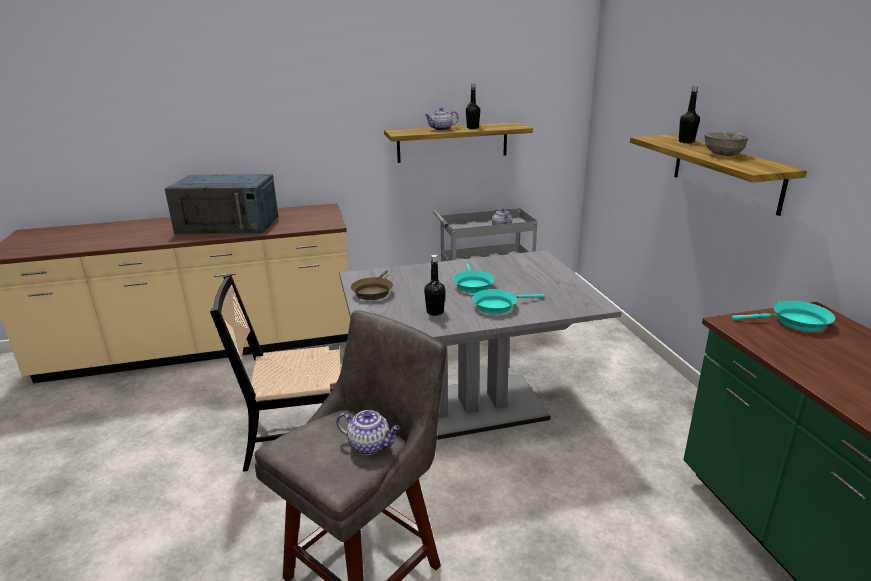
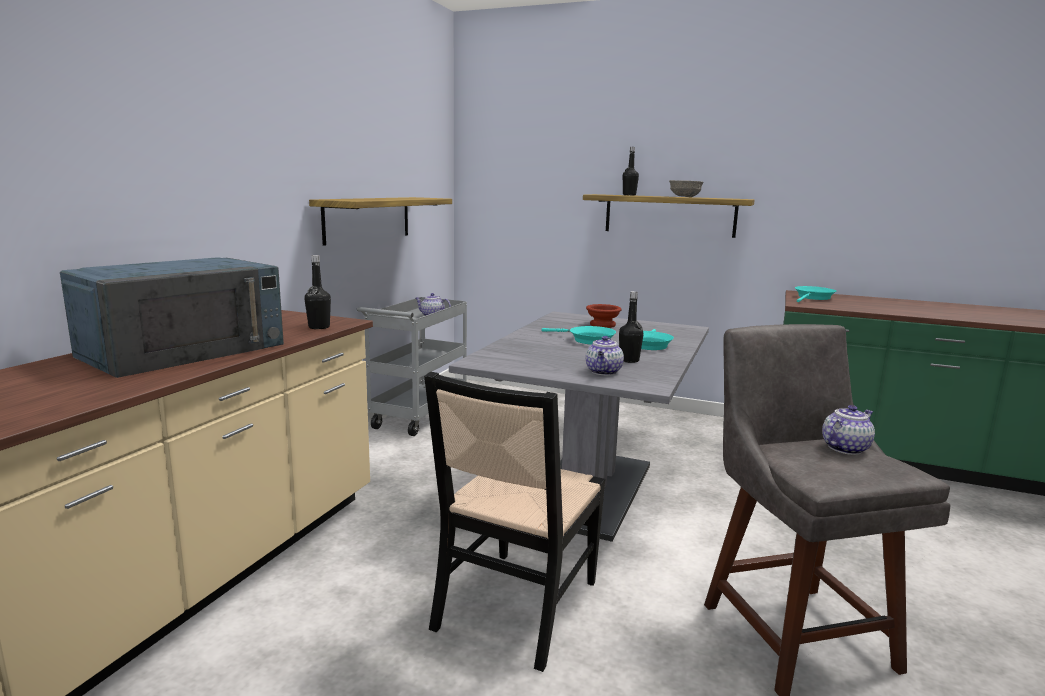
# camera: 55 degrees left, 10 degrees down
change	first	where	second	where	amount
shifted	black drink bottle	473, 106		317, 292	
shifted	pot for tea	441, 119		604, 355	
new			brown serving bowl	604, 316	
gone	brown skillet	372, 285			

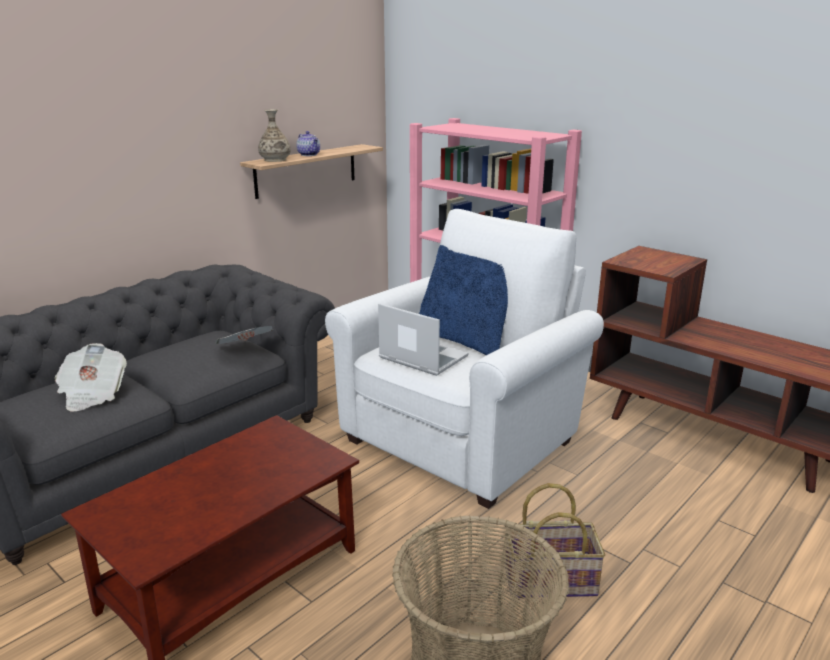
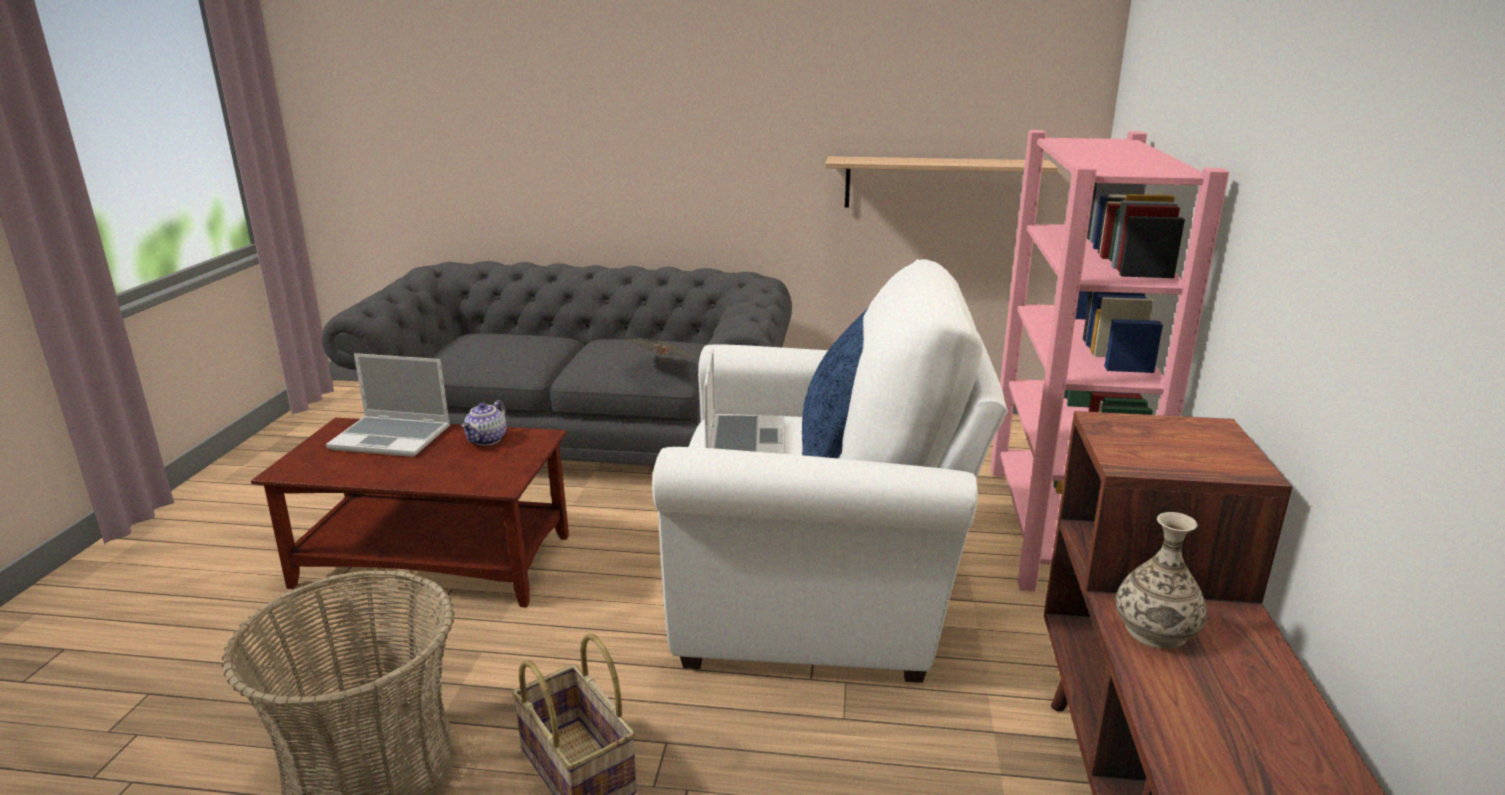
# camera: 55 degrees right, 0 degrees up
change	first	where	second	where	amount
new			laptop	388, 405	
shifted	pot for tea	308, 143		484, 423	
shifted	decorative vase	274, 135		1161, 580	
gone	daily paper	90, 377			

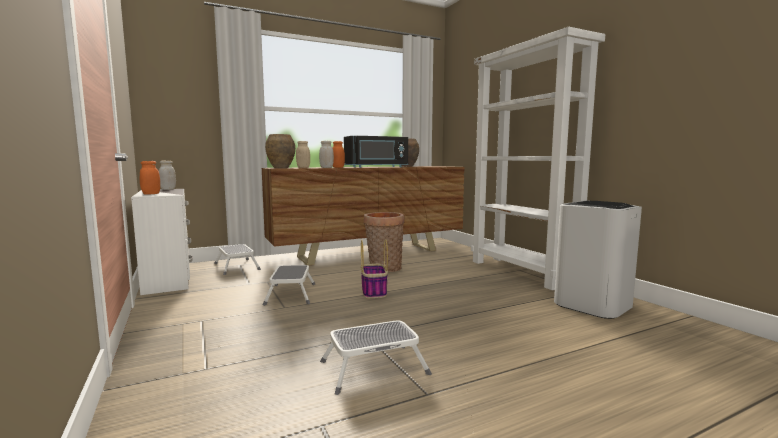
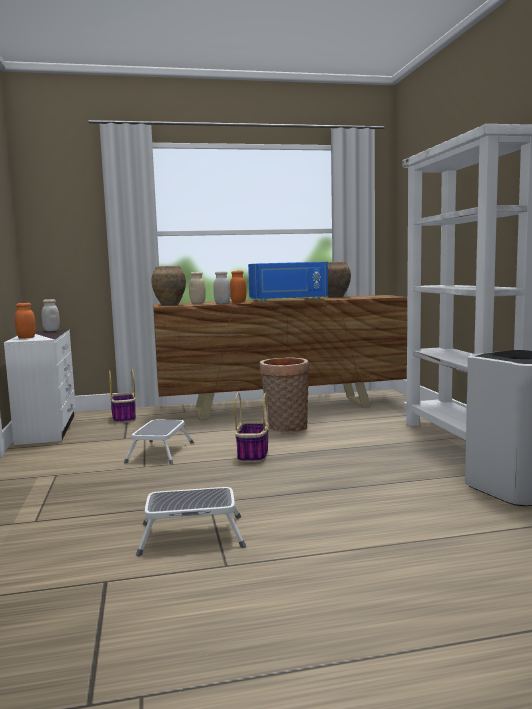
# camera: 15 degrees right, 0 degrees up
change	first	where	second	where	amount
swapped	grey step stool	237, 259	storage basket	122, 396	
repainted	black microwave	376, 152	blue-coloured microwave	288, 282	

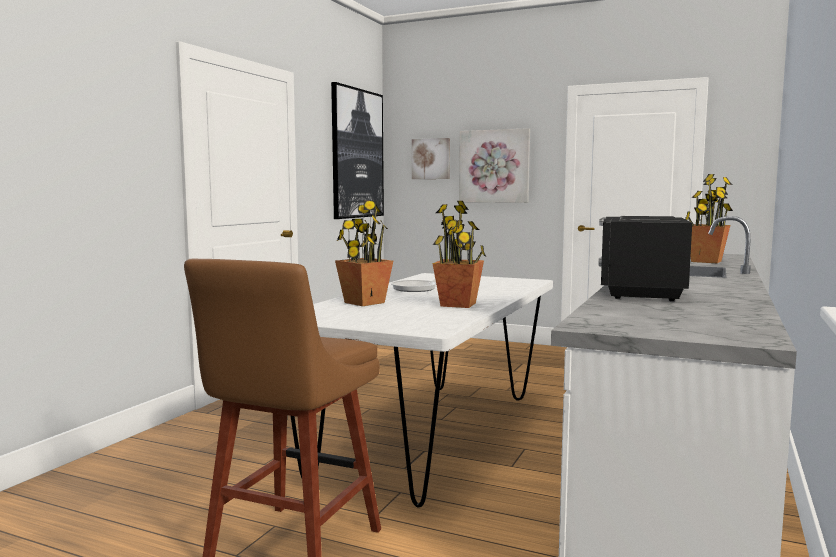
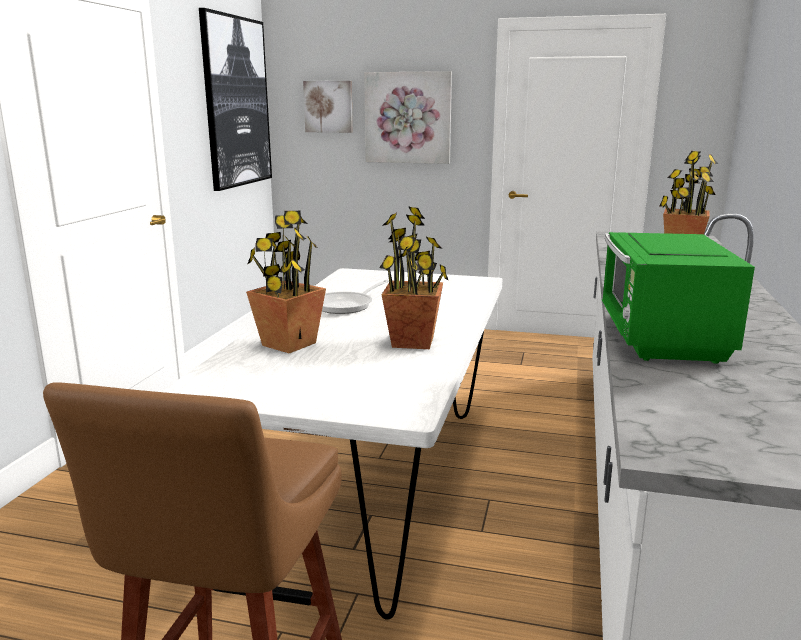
# camera: 10 degrees left, 10 degrees up
change	first	where	second	where	amount
repainted	black microwave	645, 258	greenish microwave	678, 298	

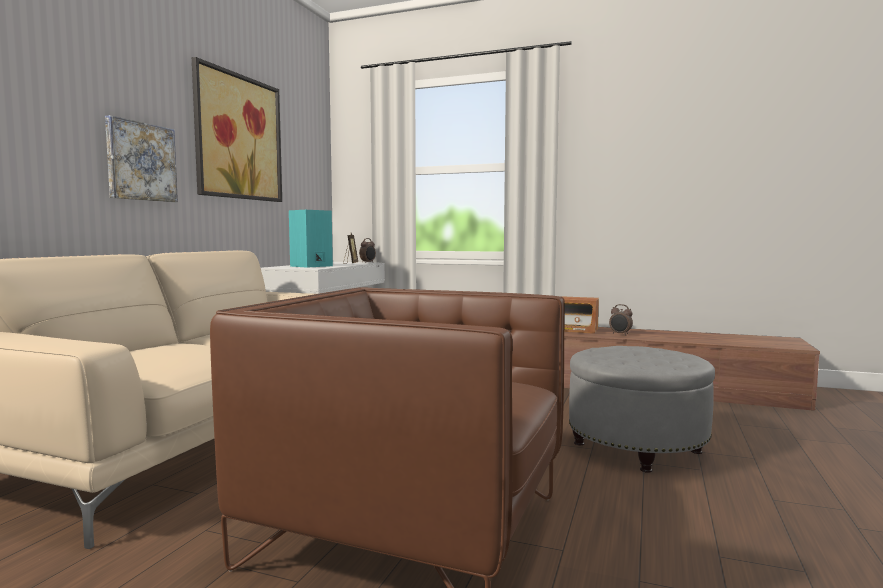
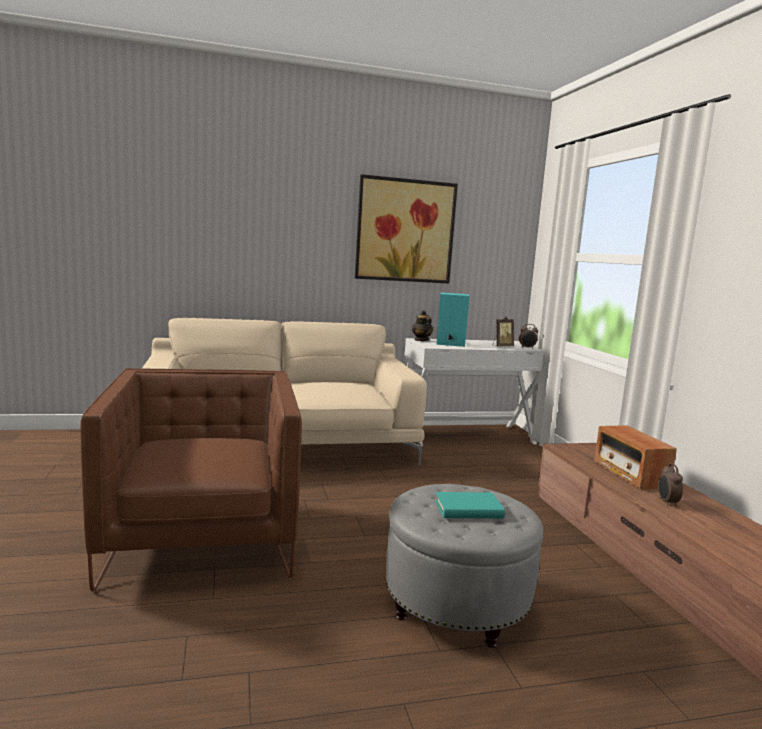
# camera: 55 degrees right, 5 degrees up
change	first	where	second	where	amount
new			pot for tea	422, 325	
new			turquoise-coloured volume	470, 505	
gone	wall picture	141, 158			

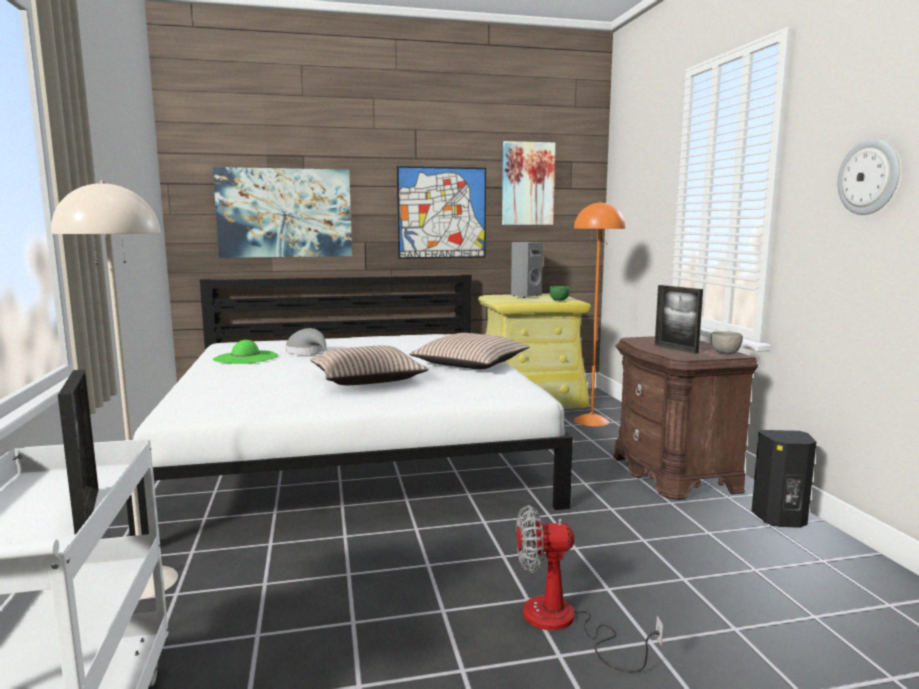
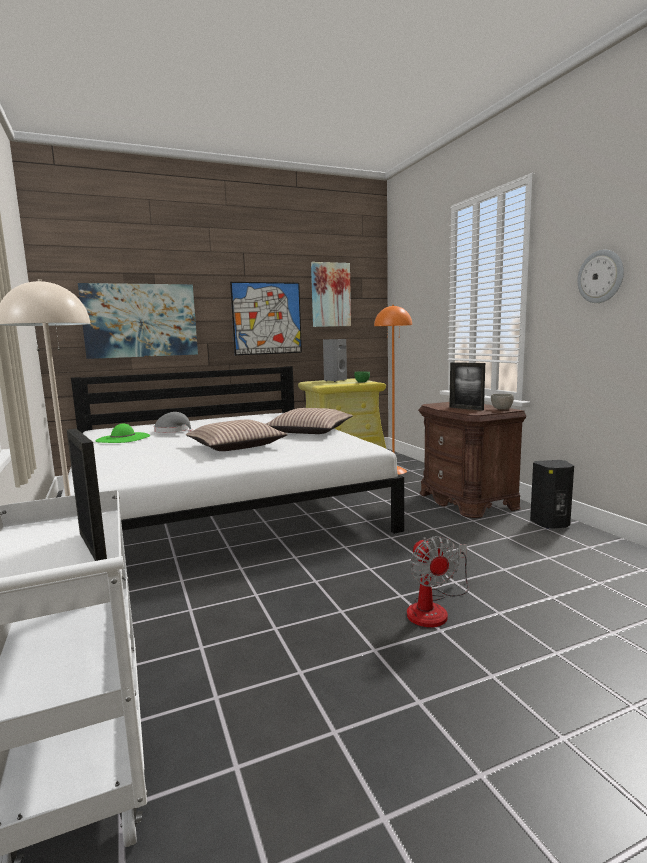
# camera: 10 degrees left, 0 degrees up
change	first	where	second	where	amount
rotated	fan	589, 589		438, 581	90 degrees counterclockwise

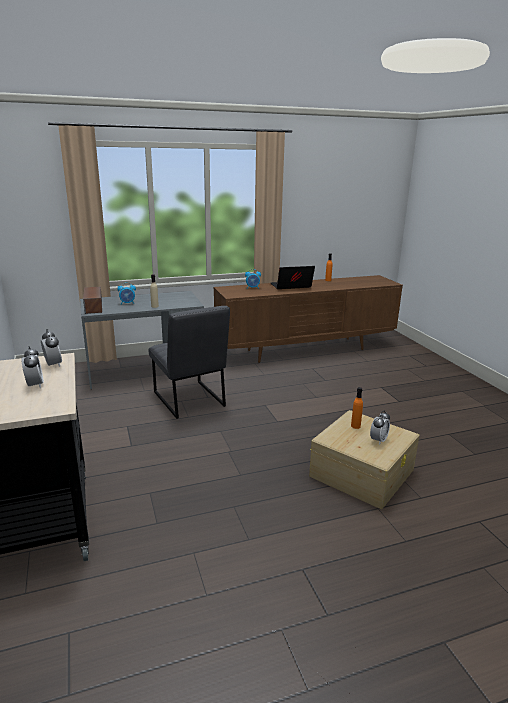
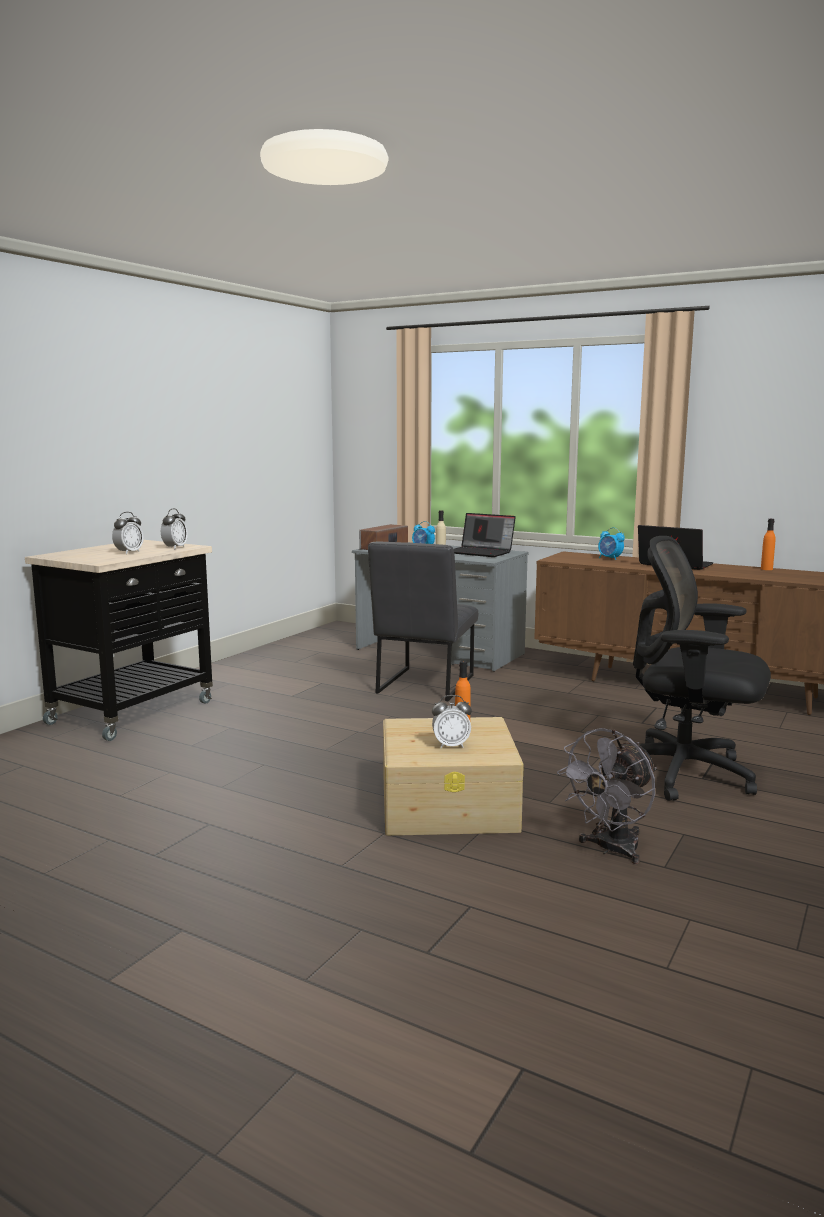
# camera: 50 degrees right, 10 degrees down
change	first	where	second	where	amount
new			laptop	485, 535	
new			grey fan	607, 796	
new			black computer chair	702, 668	

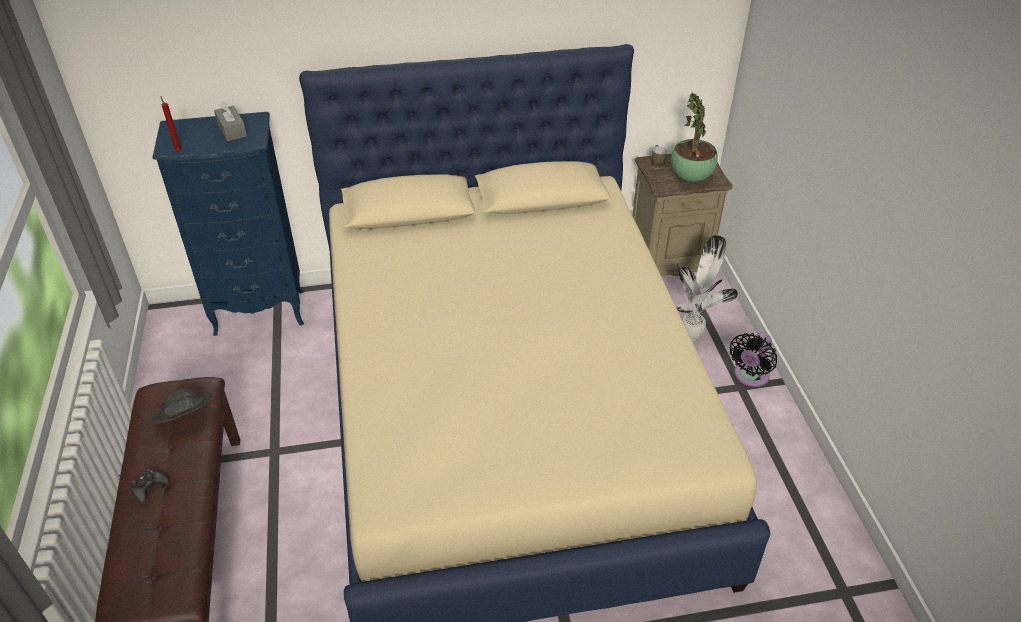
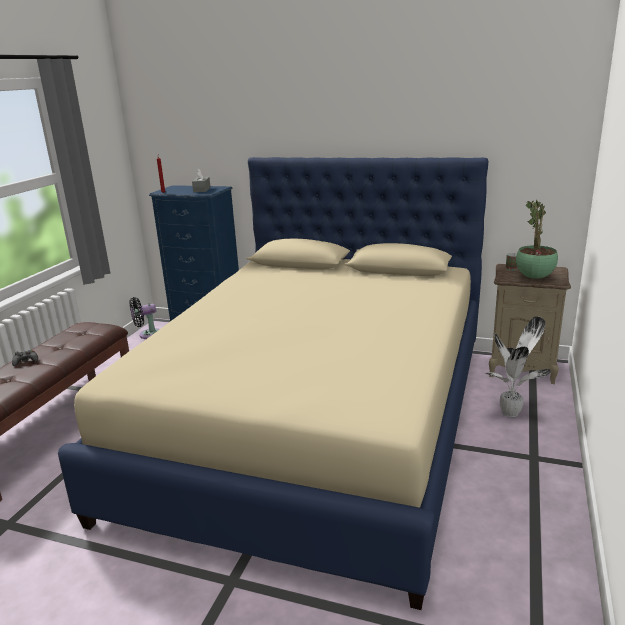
# camera: 30 degrees right, 20 degrees down
change	first	where	second	where	amount
shifted	black fan	753, 359		144, 318	
gone	grey clothing hat	182, 405			

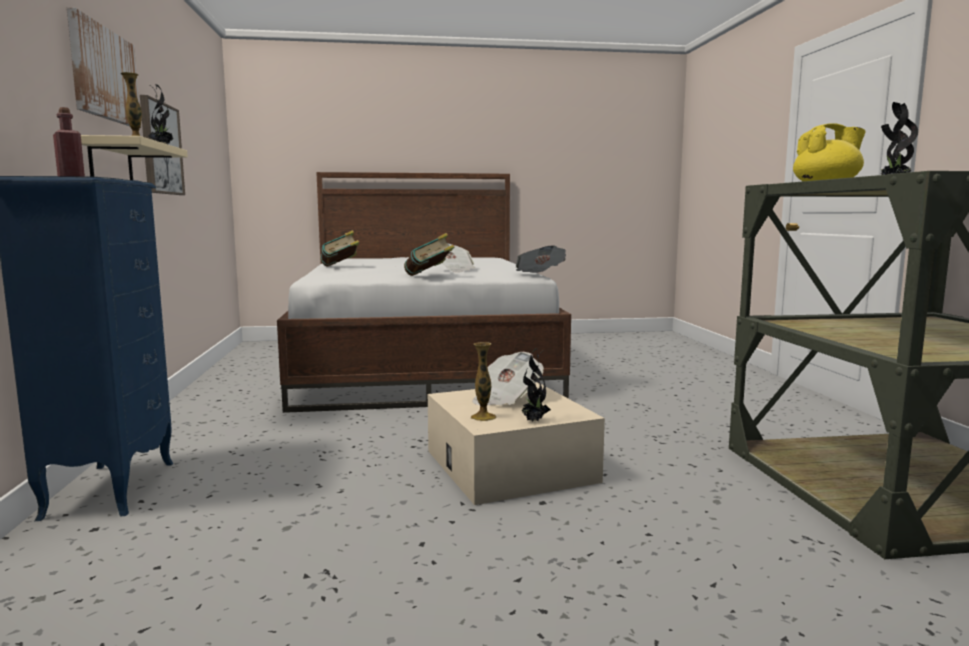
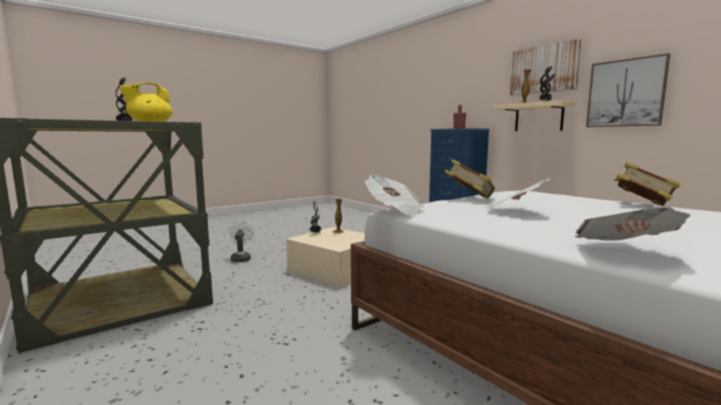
# camera: 150 degrees right, 0 degrees up
change	first	where	second	where	amount
new			white-coloured fan	240, 241	
shifted	daily paper	508, 378		632, 224	

